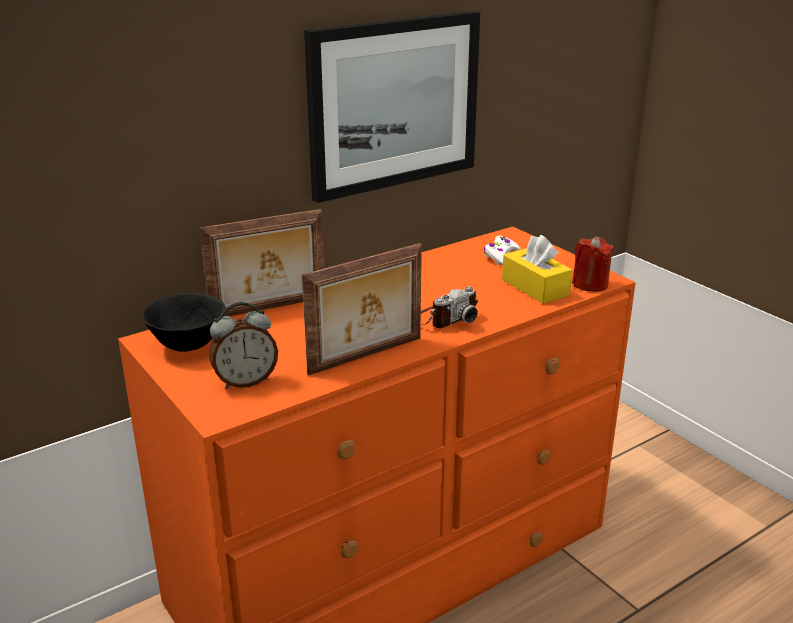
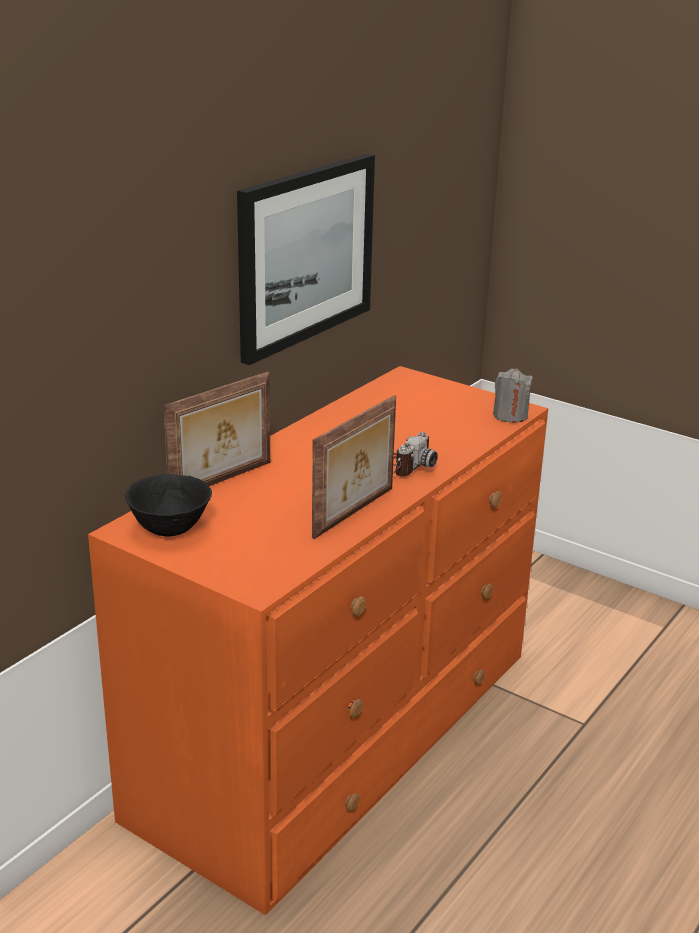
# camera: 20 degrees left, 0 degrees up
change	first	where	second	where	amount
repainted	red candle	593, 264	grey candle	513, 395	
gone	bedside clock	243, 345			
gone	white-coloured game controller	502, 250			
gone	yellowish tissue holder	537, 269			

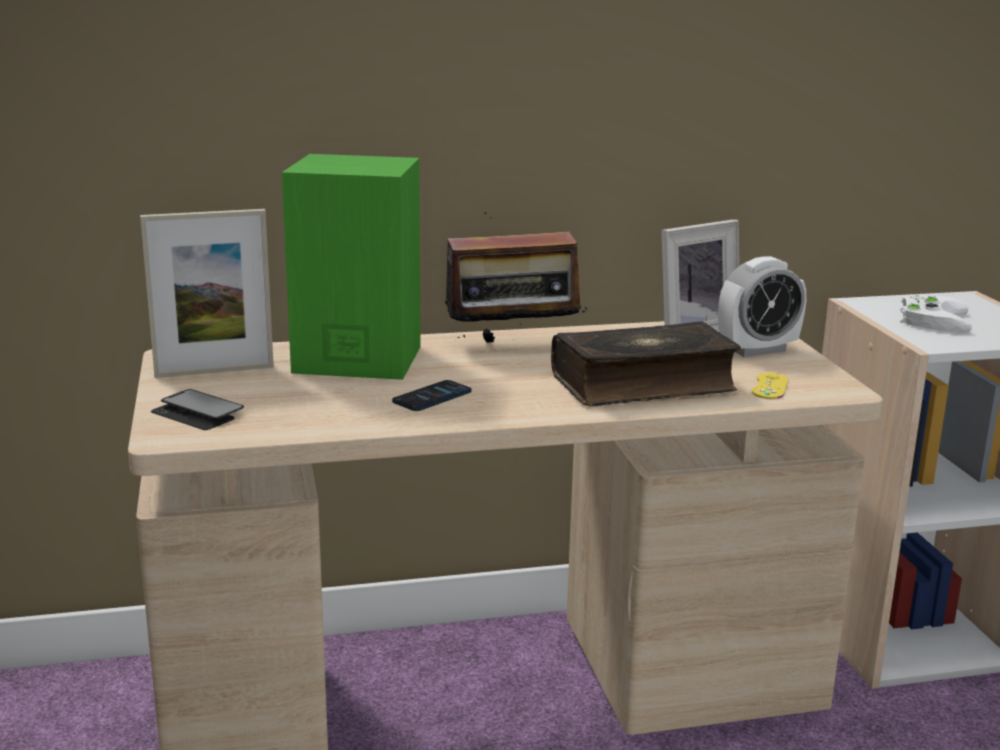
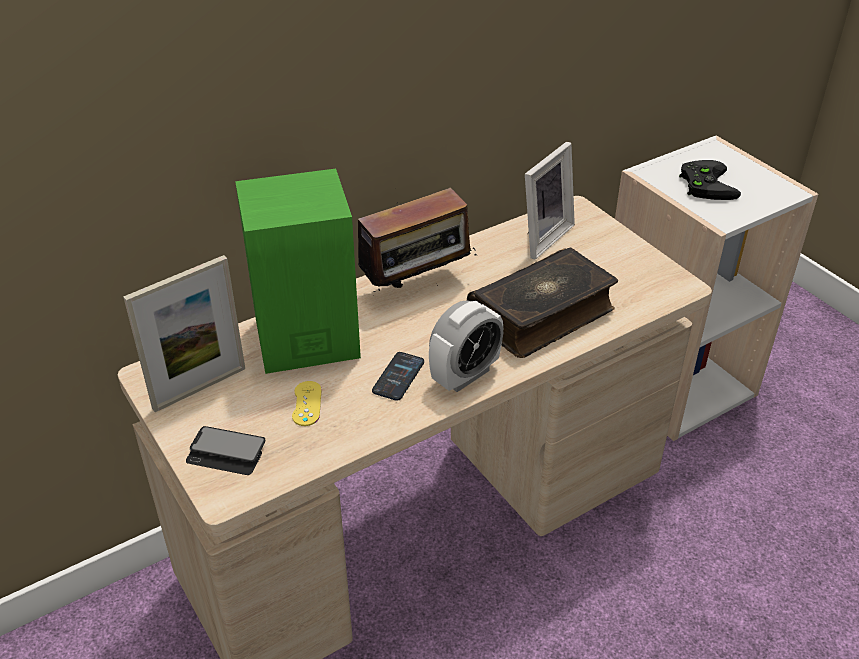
# camera: 20 degrees left, 20 degrees up
change	first	where	second	where	amount
shifted	yellowish game controller	770, 386		307, 403	
shifted	bedside clock	762, 306		466, 346	
repainted	white-coloured game controller	936, 313	black game controller	710, 180	

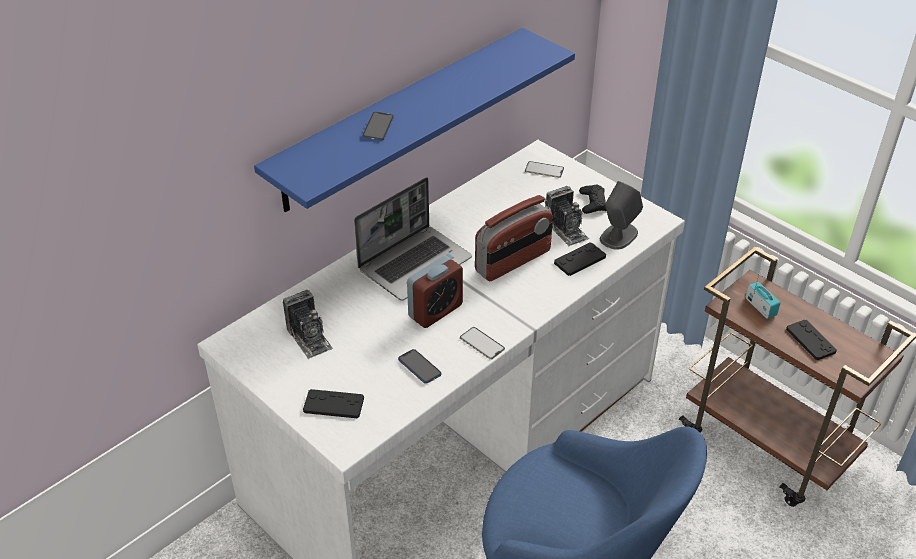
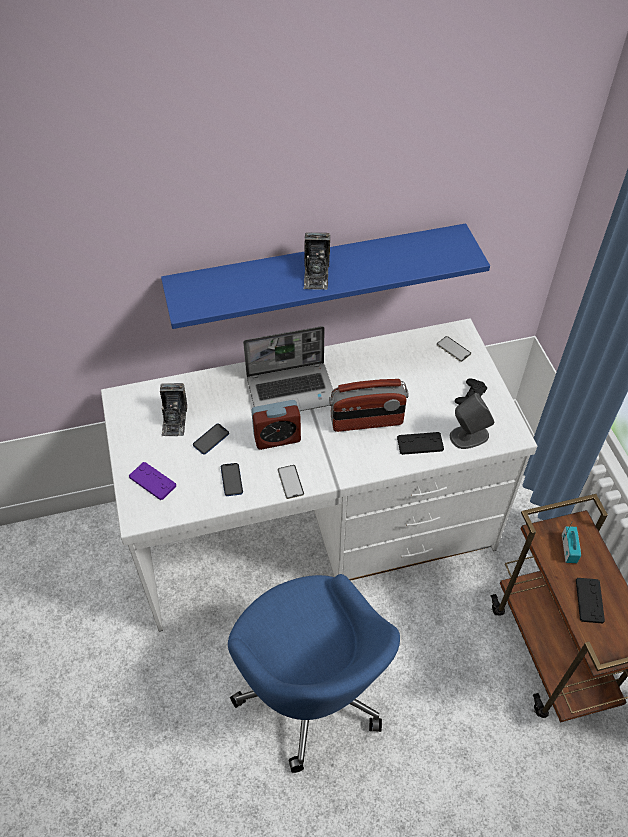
# camera: 30 degrees right, 10 degrees up
change	first	where	second	where	amount
repainted	black game controller	333, 403	purple game controller	152, 481	
shifted	phone	378, 126		211, 439	
shifted	still camera	567, 216		316, 261	

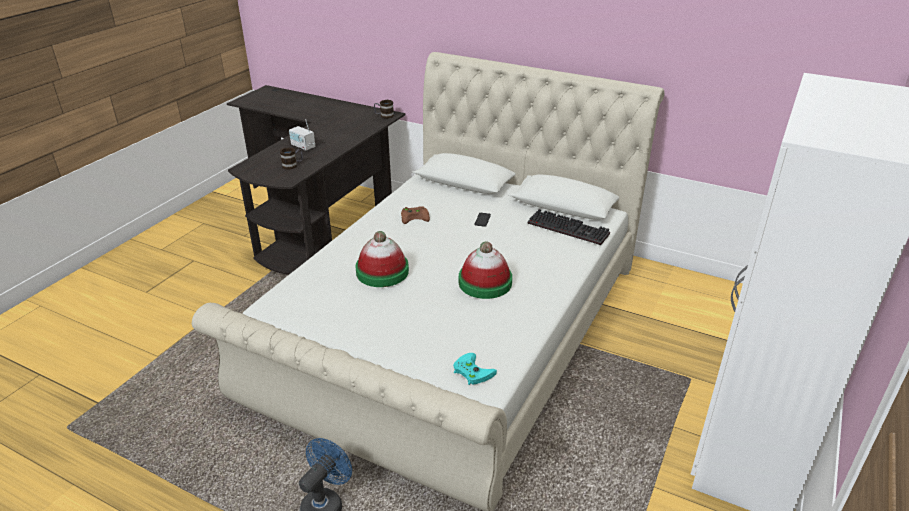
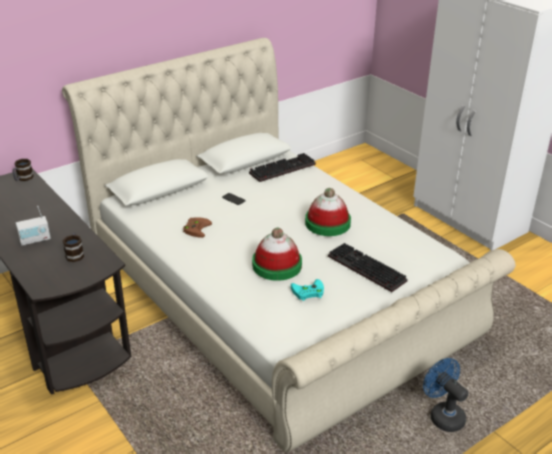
# camera: 65 degrees left, 0 degrees up
change	first	where	second	where	amount
shifted	turquoise-coloured game controller	475, 369		307, 290	
new			computer keyboard	368, 267	

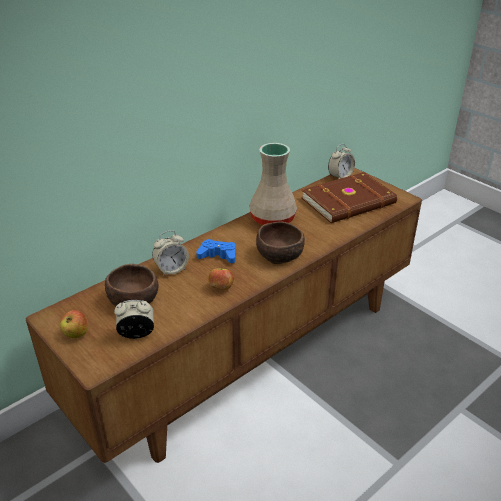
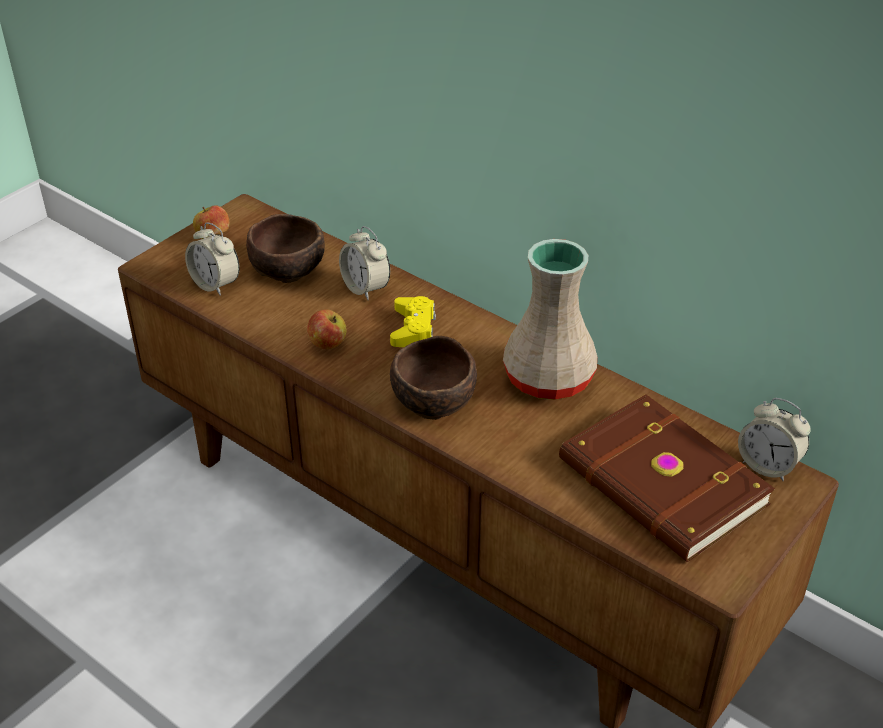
# camera: 80 degrees right, 5 degrees up
change	first	where	second	where	amount
rotated	bedside clock	134, 319		212, 259	150 degrees clockwise
repainted	blue-coloured game controller	216, 251	yellowish game controller	413, 321	

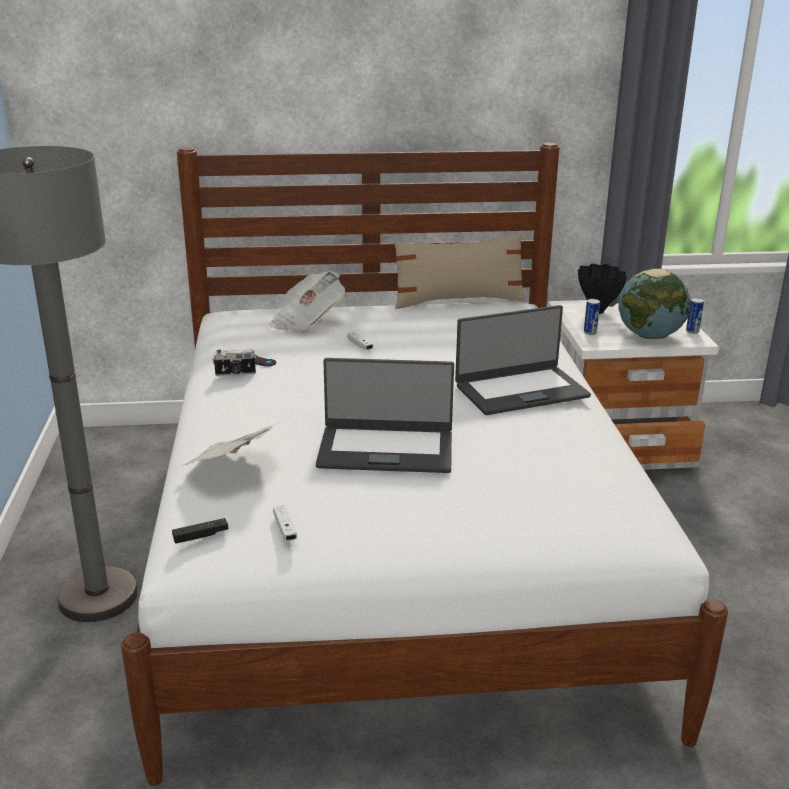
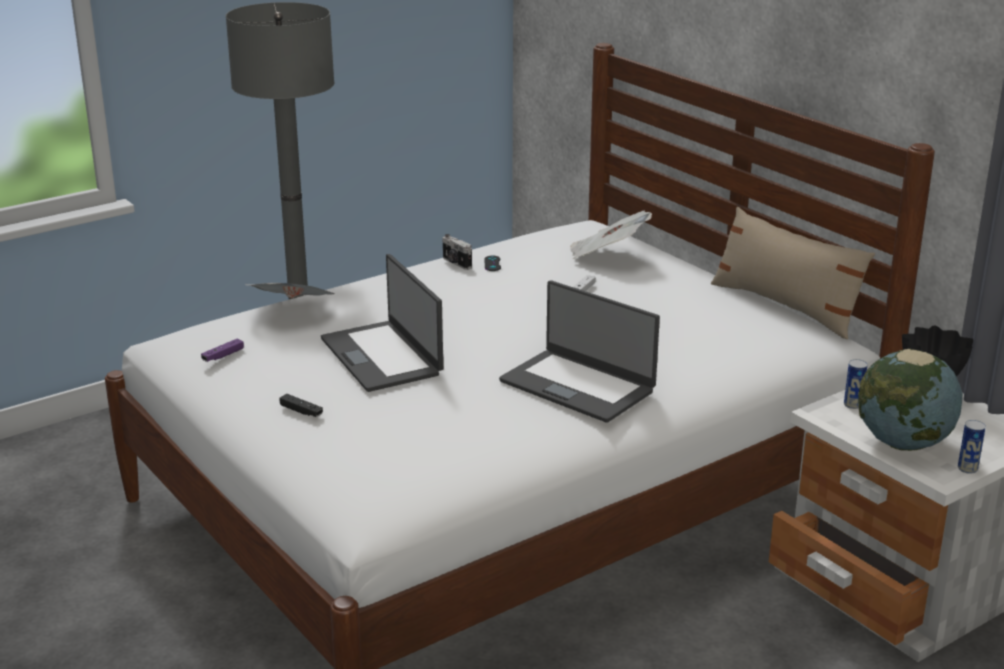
# camera: 60 degrees right, 0 degrees up
change	first	where	second	where	amount
repainted	white-coloured game controller	285, 523	purple game controller	222, 350	
shifted	black game controller	200, 531		301, 405	

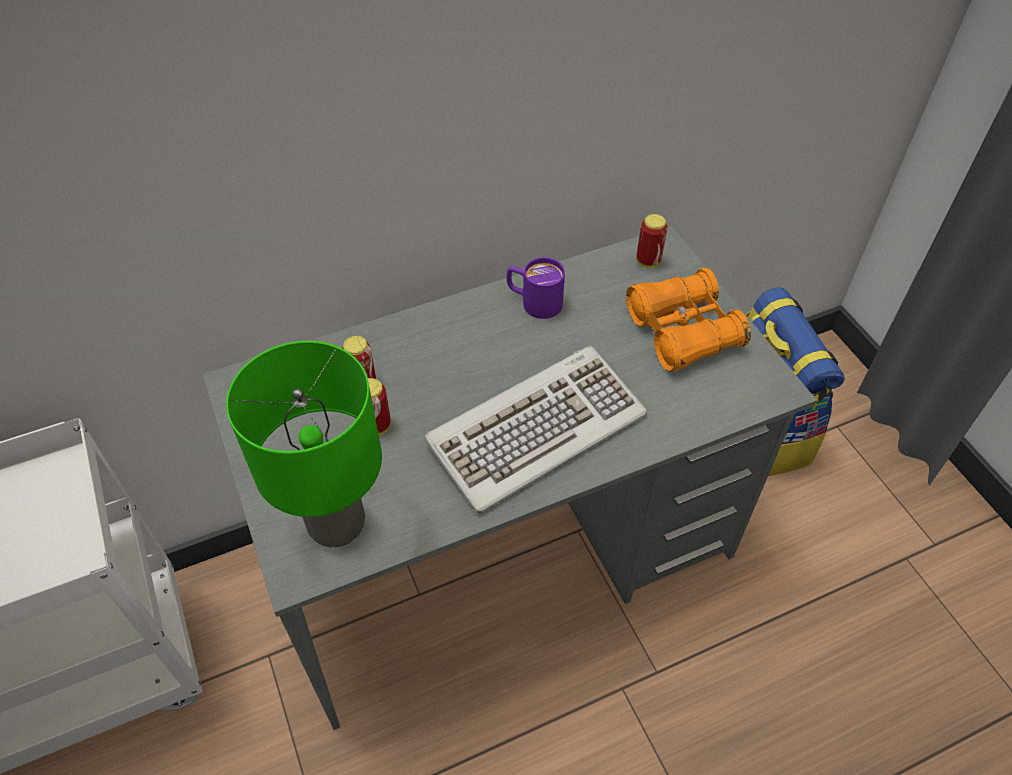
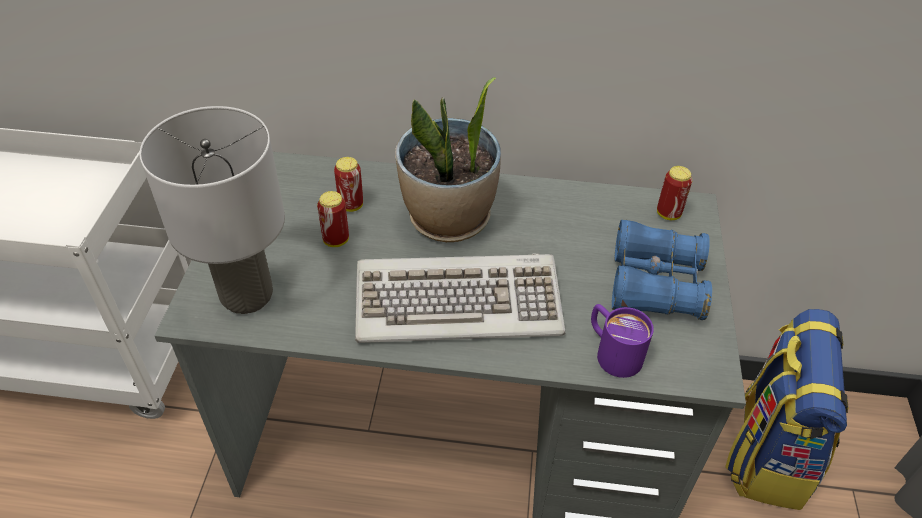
# camera: 30 degrees right, 5 degrees down
change	first	where	second	where	amount
repainted	greenish table lamp	304, 444	white-coloured table lamp	212, 210	
new			potted plant	448, 159	
shifted	purple mug	536, 288		622, 341	
repainted	orangey pair of binoculars	688, 320	blue-coloured pair of binoculars	662, 270	

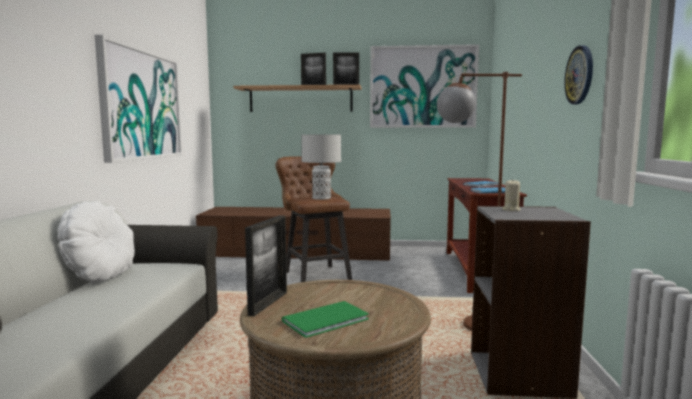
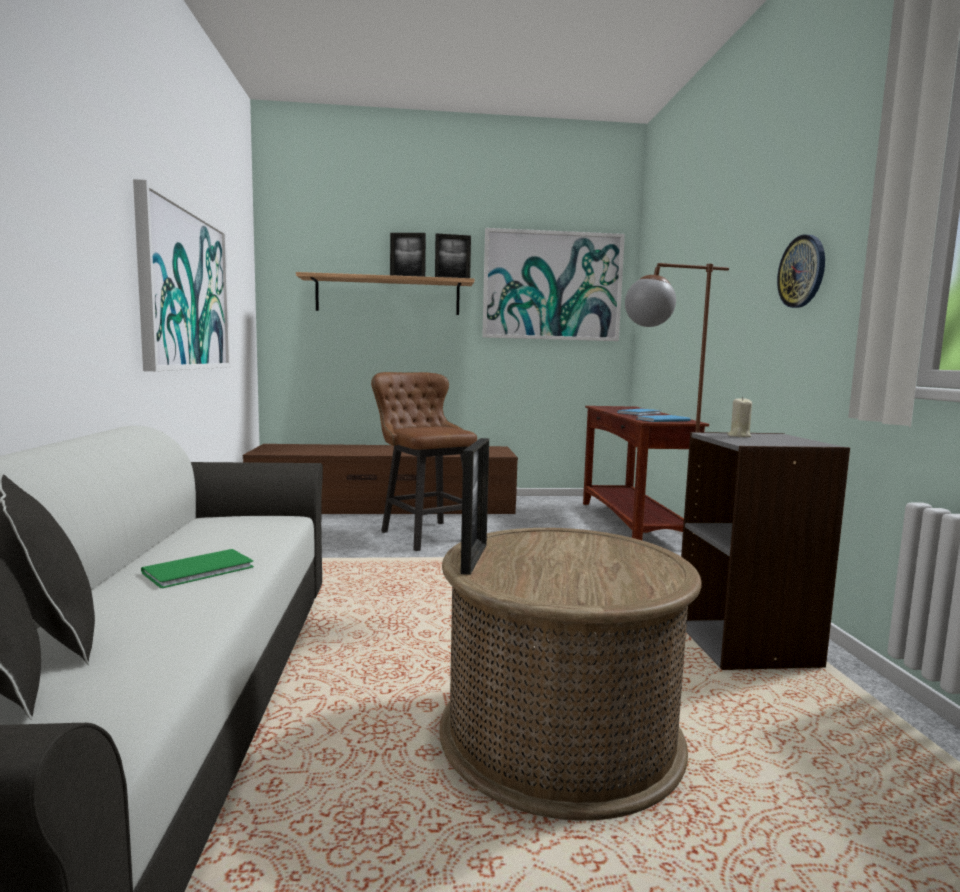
# camera: 10 degrees left, 0 degrees up
change	first	where	second	where	amount
shifted	greenish volume	325, 319		197, 568	
gone	white-coloured throw pillow	96, 242			
gone	white-coloured table lamp	321, 167			

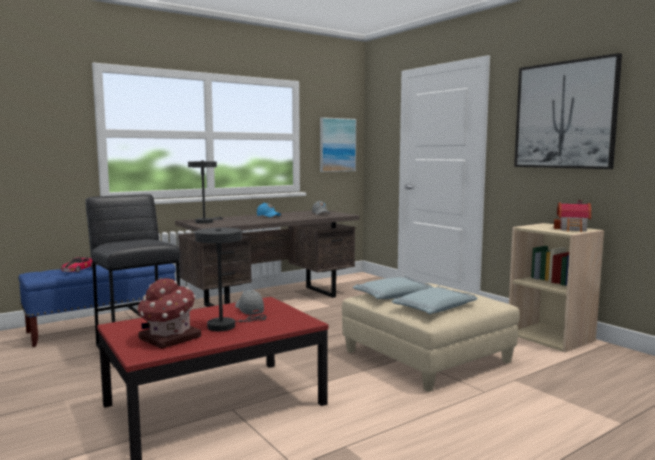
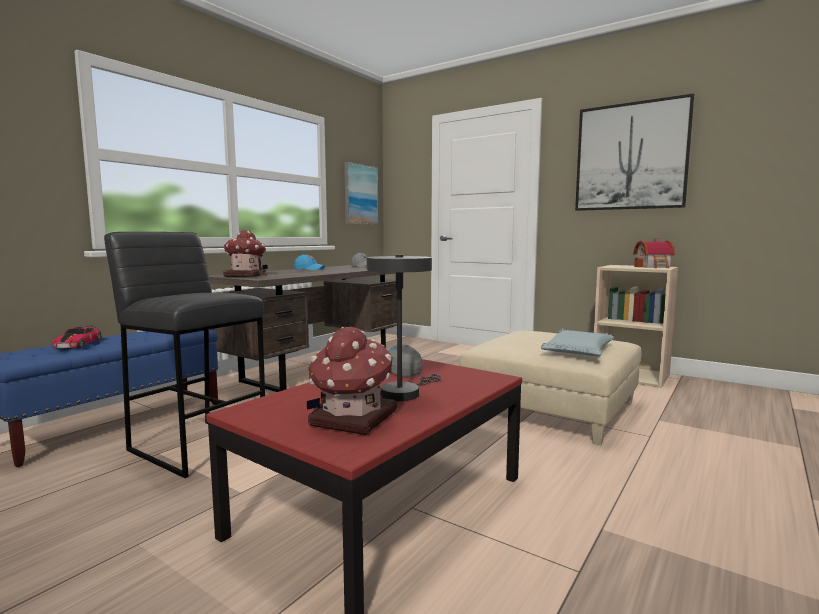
# camera: 20 degrees left, 0 degrees up
change	first	where	second	where	amount
swapped	grey table lamp	205, 192	miniature house	245, 253	
gone	blue-coloured throw pillow	393, 287			

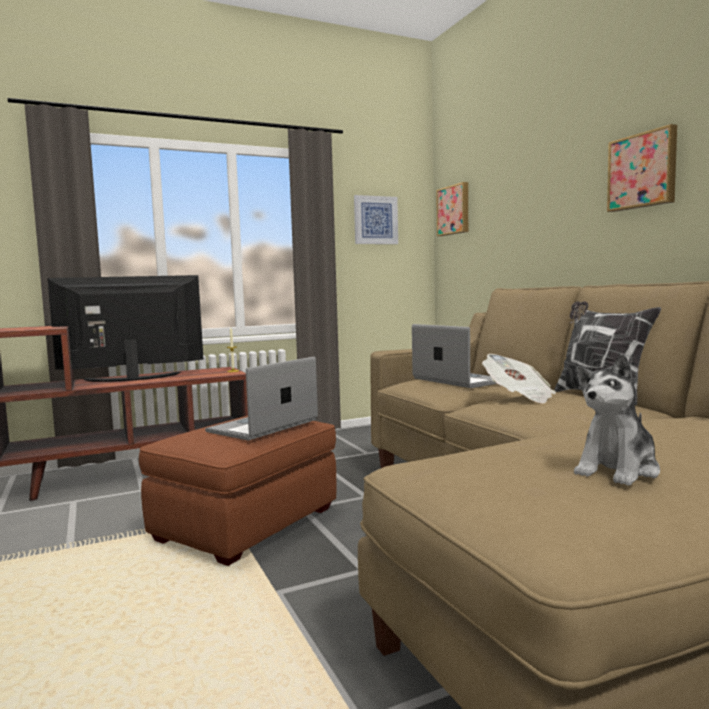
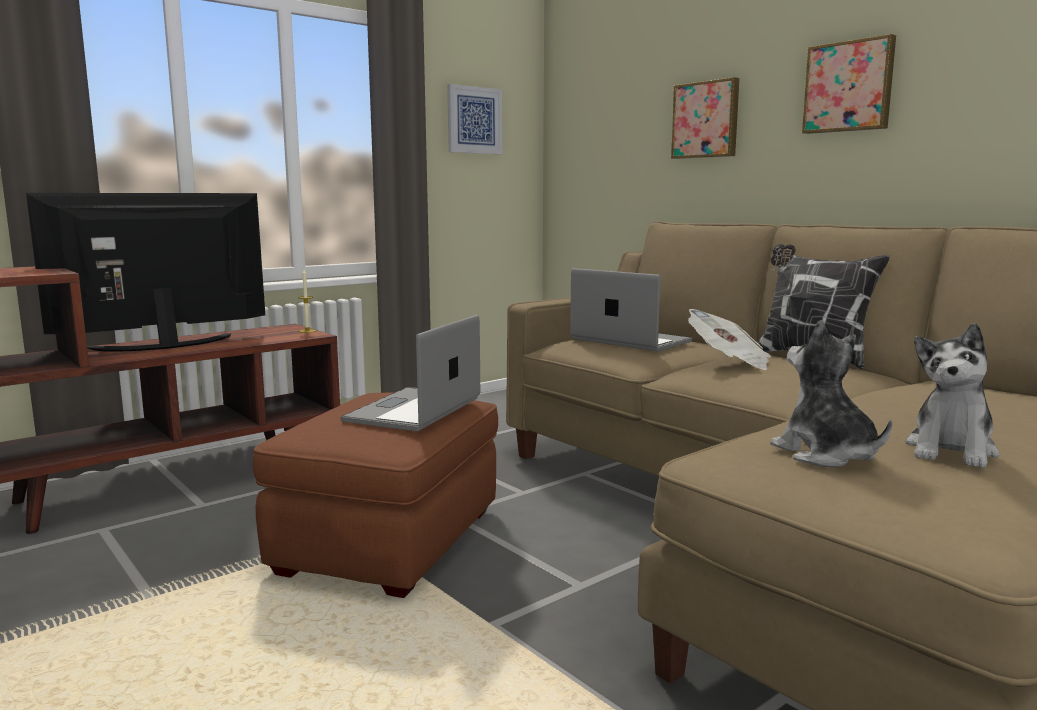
# camera: 15 degrees left, 5 degrees up
change	first	where	second	where	amount
shifted	wall picture	452, 209		705, 118	
new			cuddly toy	831, 394	

